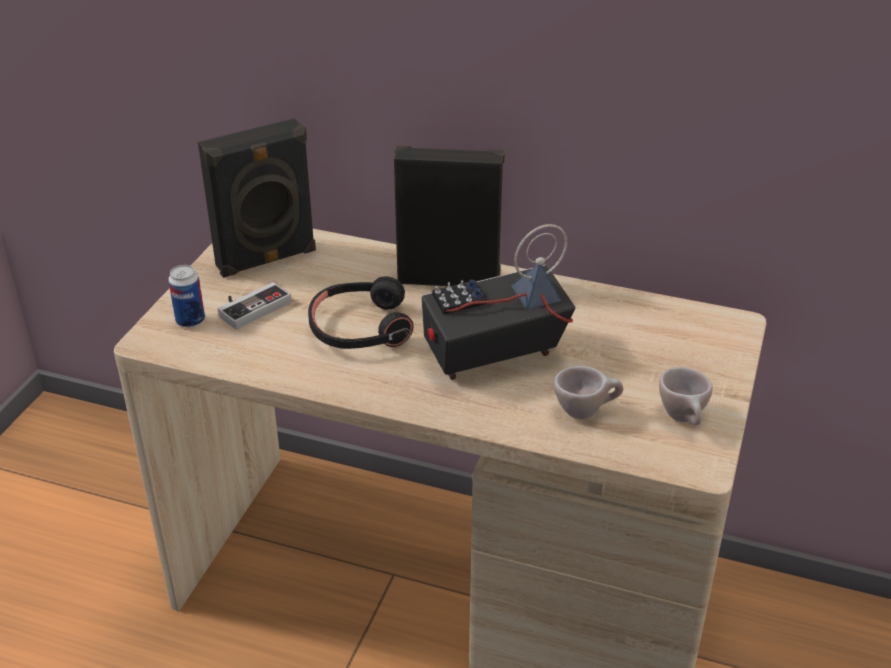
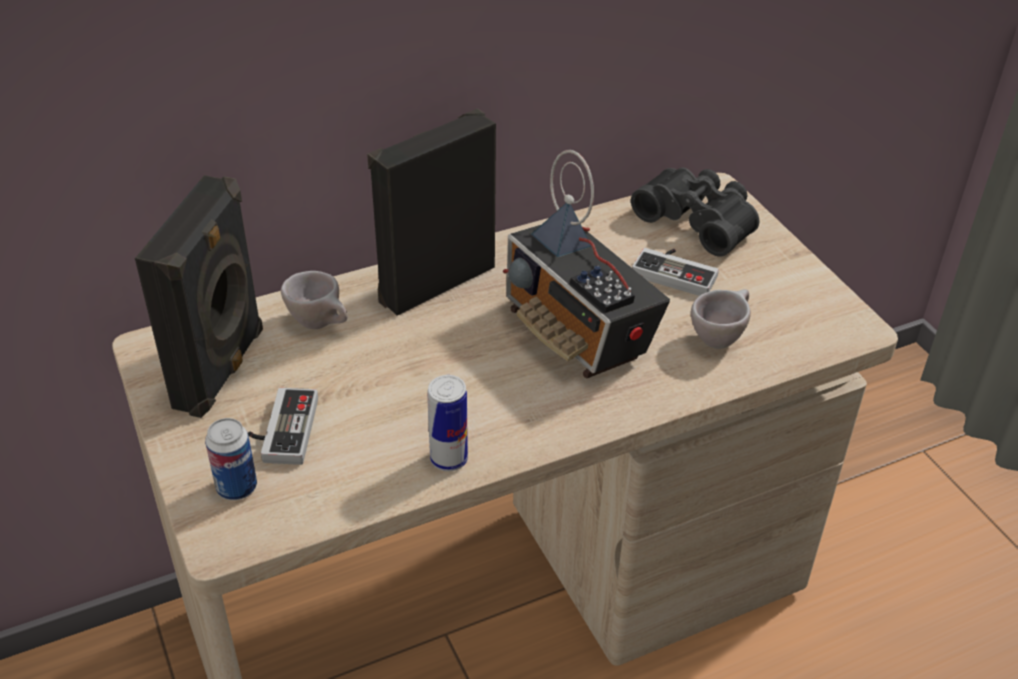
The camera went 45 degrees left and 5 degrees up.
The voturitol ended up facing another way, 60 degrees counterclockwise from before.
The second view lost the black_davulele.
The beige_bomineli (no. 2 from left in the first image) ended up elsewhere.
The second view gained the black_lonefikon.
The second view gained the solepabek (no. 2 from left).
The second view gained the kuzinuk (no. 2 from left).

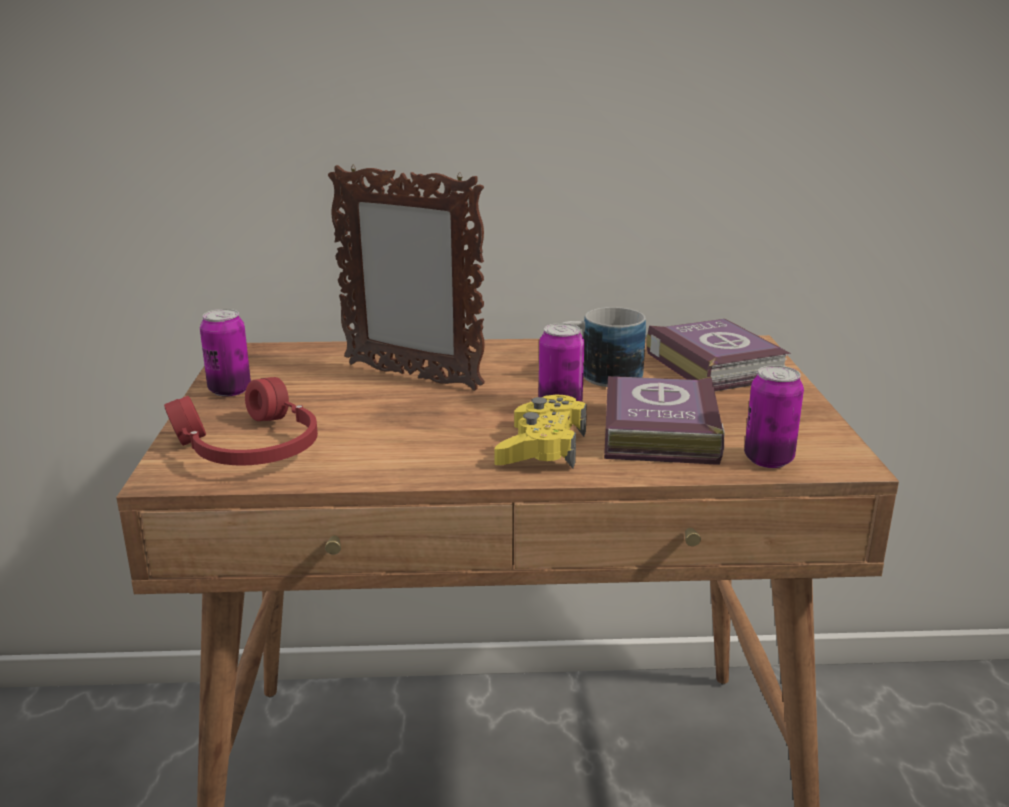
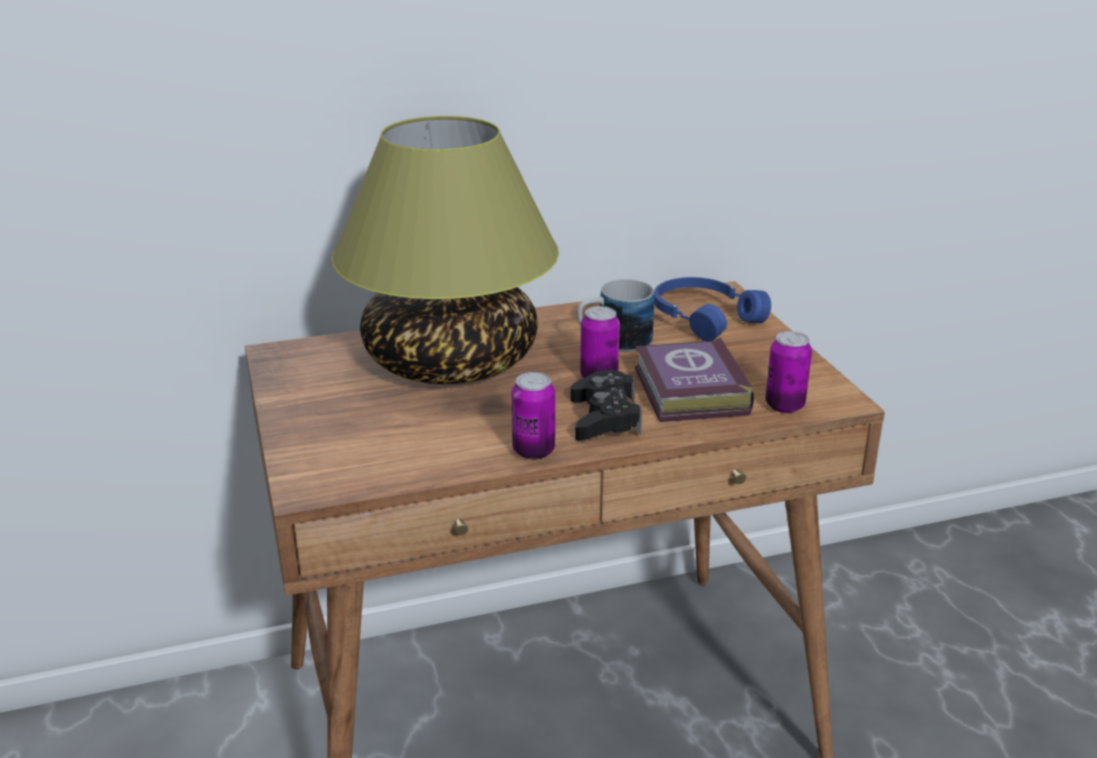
The camera went 15 degrees left and 5 degrees up.
Where the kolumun stood, the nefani came to stand.
The kuzinuk (no. 1 from left) ended up elsewhere.
Where the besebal (no. 2 from left) stood, the blue_davulele came to stand.
The second view lost the red_davulele.
What was the yellow_solepabek turned into the black_solepabek.

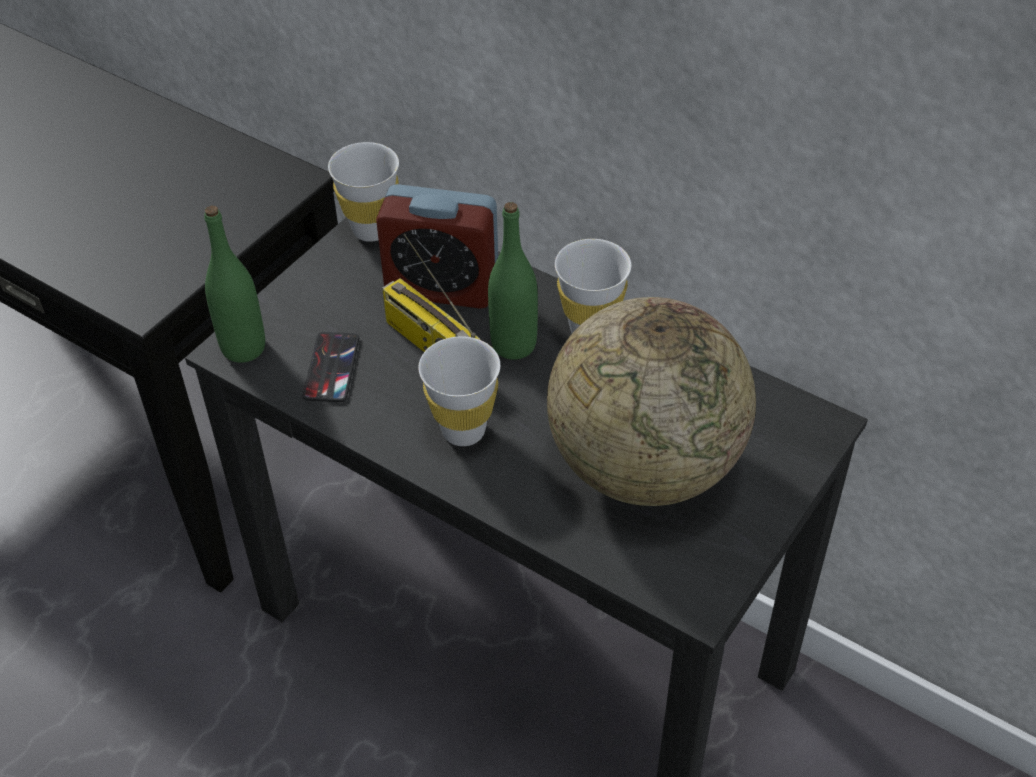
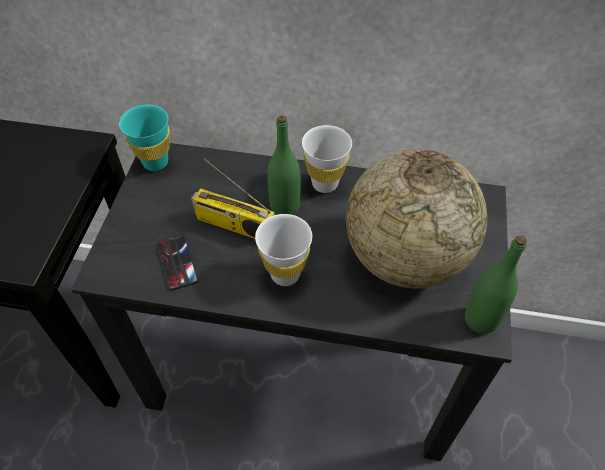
The camera went 25 degrees left and 5 degrees up.
What was the white_bomineli (no. 1 from left) turned into the turquoise_bomineli.
The second view lost the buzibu.
The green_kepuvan (no. 1 from left in the first image) ended up elsewhere.

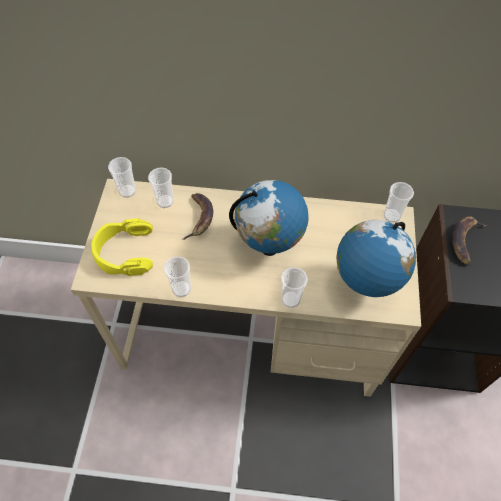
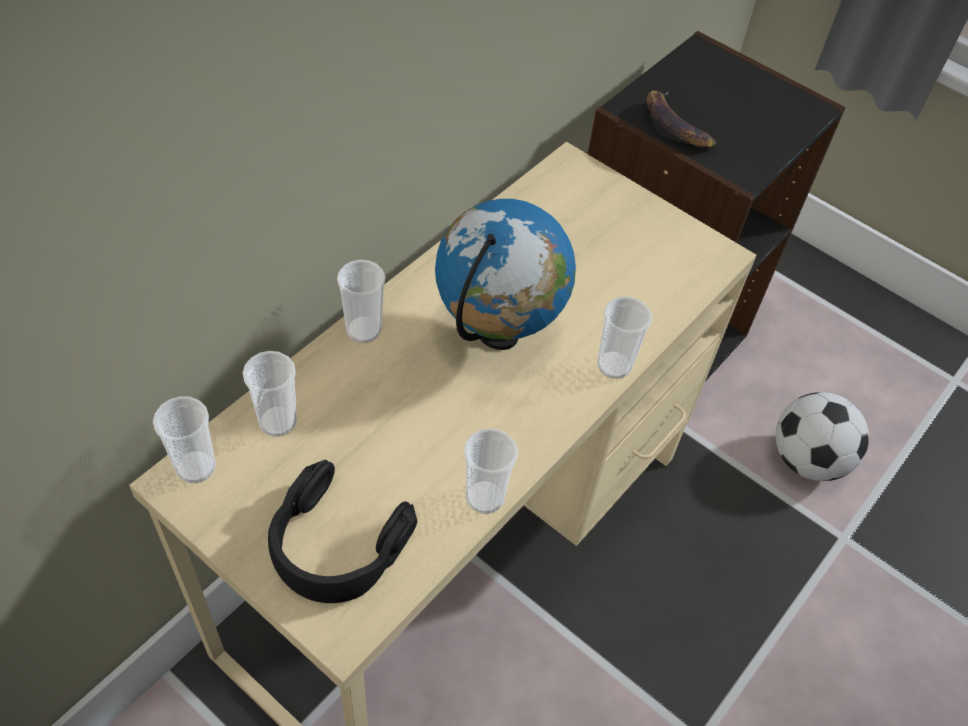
The camera went 60 degrees left and 5 degrees down.
The bomineli (no. 5 from left in the first image) ended up elsewhere.
The second view lost the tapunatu (no. 1 from left).
What was the yellow_davulele turned into the black_davulele.
The second view lost the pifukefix (no. 2 from left).
The second view gained the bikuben.

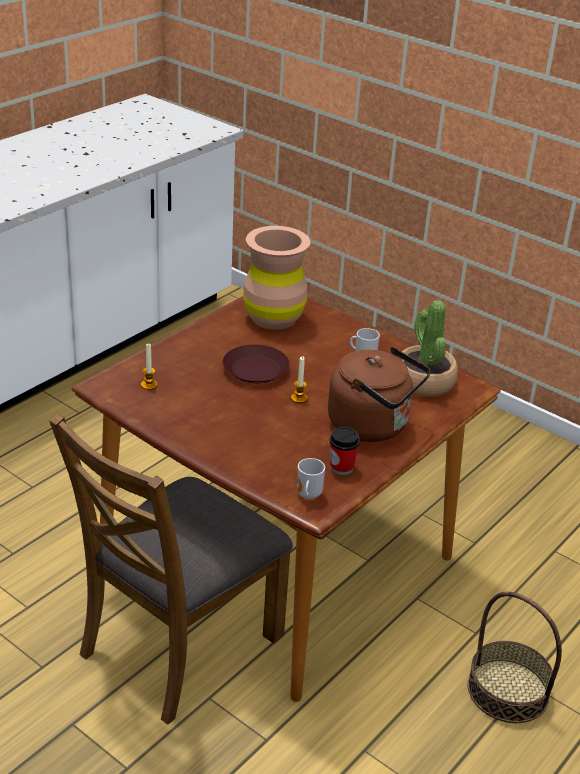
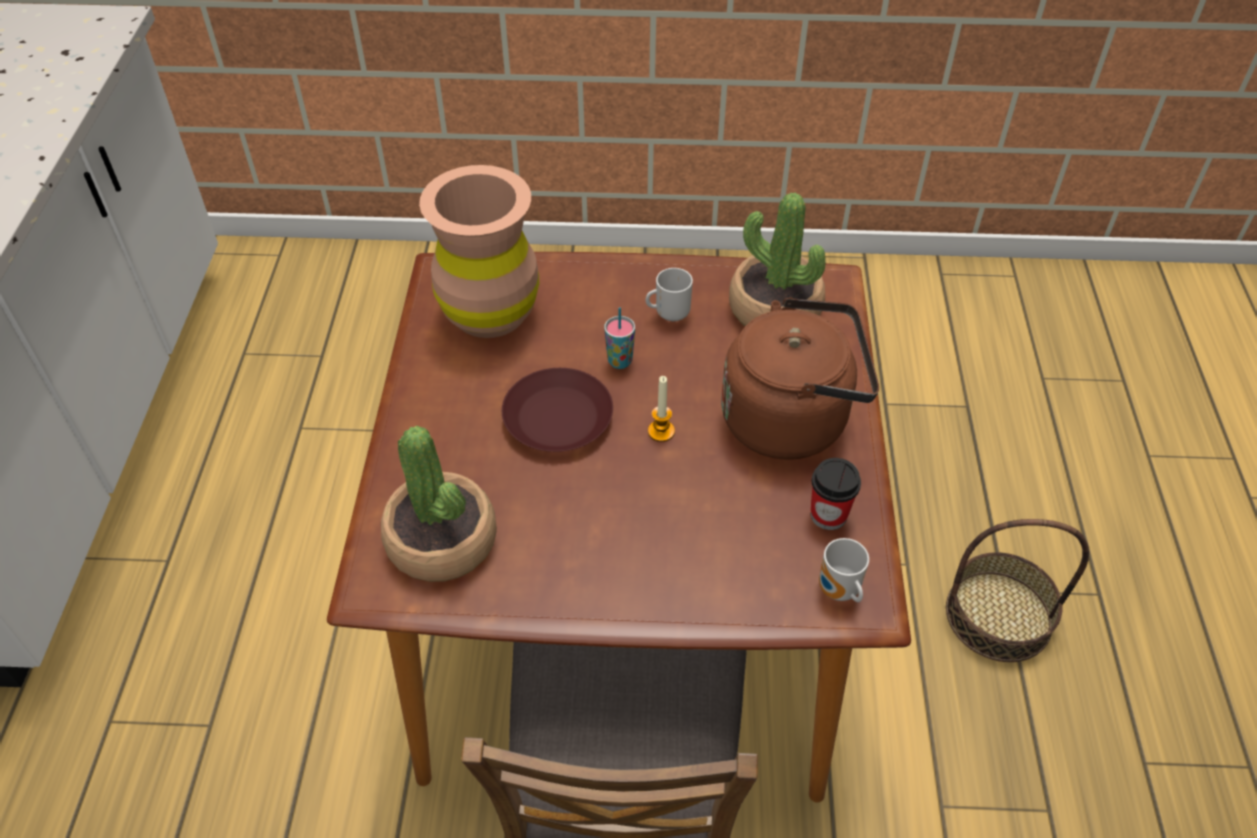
The camera went 35 degrees left and 15 degrees up.
Where the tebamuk (no. 1 from left) stood, the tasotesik (no. 1 from left) came to stand.
The second view gained the bomineli (no. 1 from left).

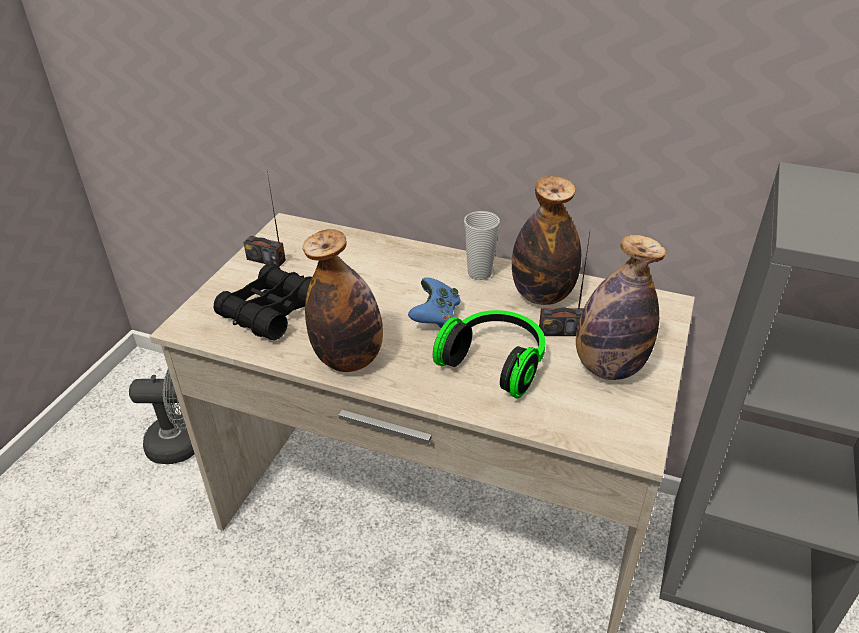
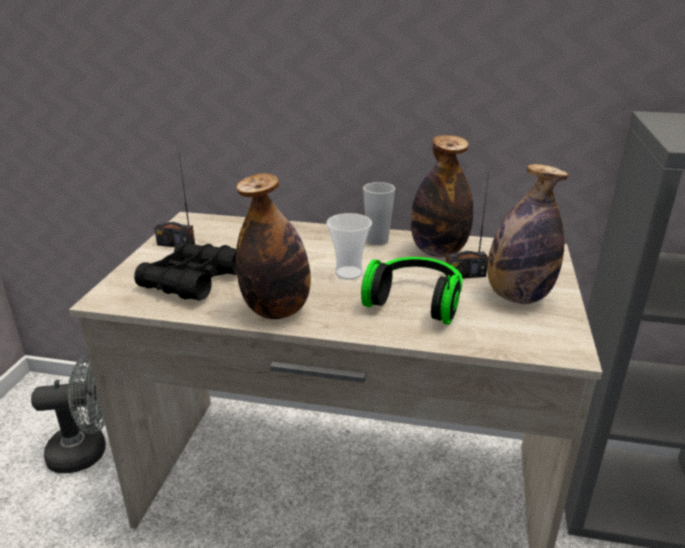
The camera went 10 degrees left and 10 degrees down.
Where the blue_solepabek stood, the bomineli (no. 1 from left) came to stand.

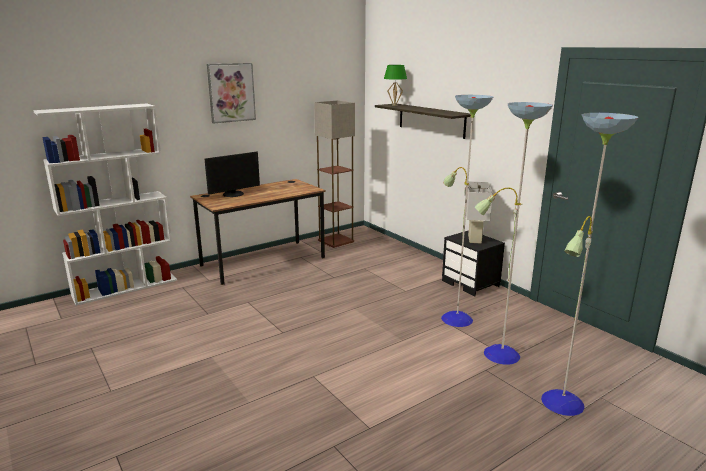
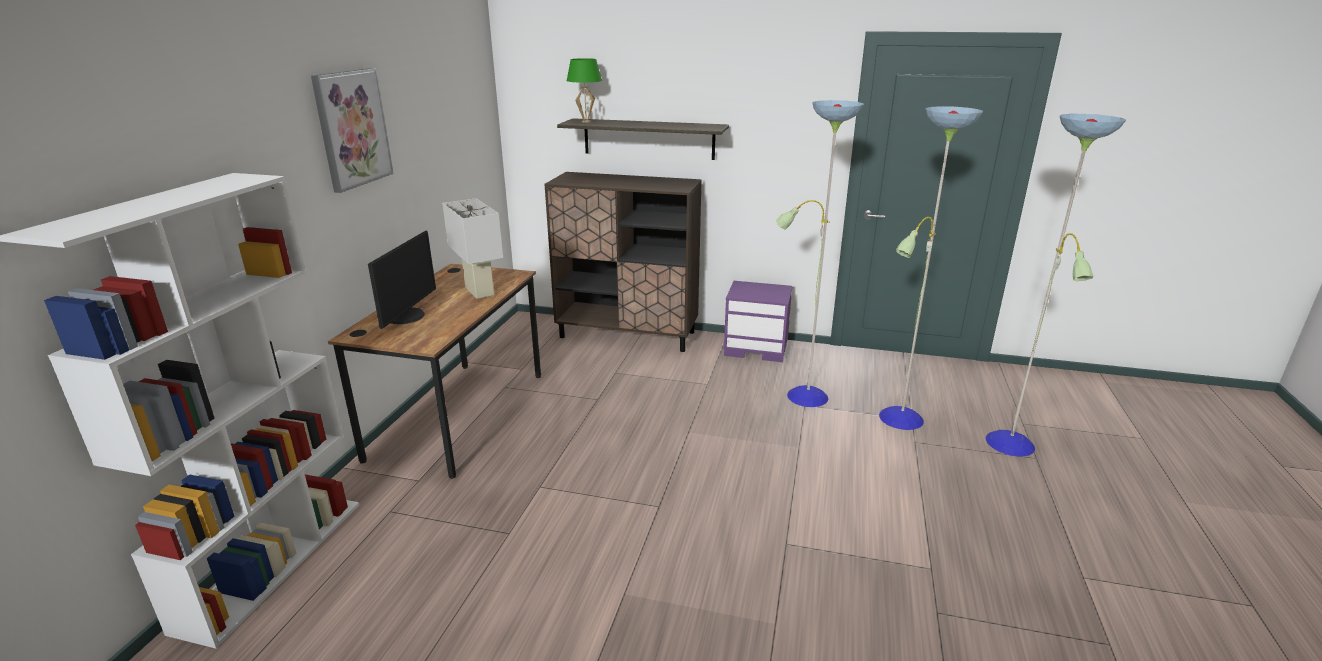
The camera went 40 degrees left and 5 degrees up.
The second view lost the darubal (no. 1 from left).
The white_nefani ended up elsewhere.
What was the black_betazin turned into the purple_betazin.
The second view gained the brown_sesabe.

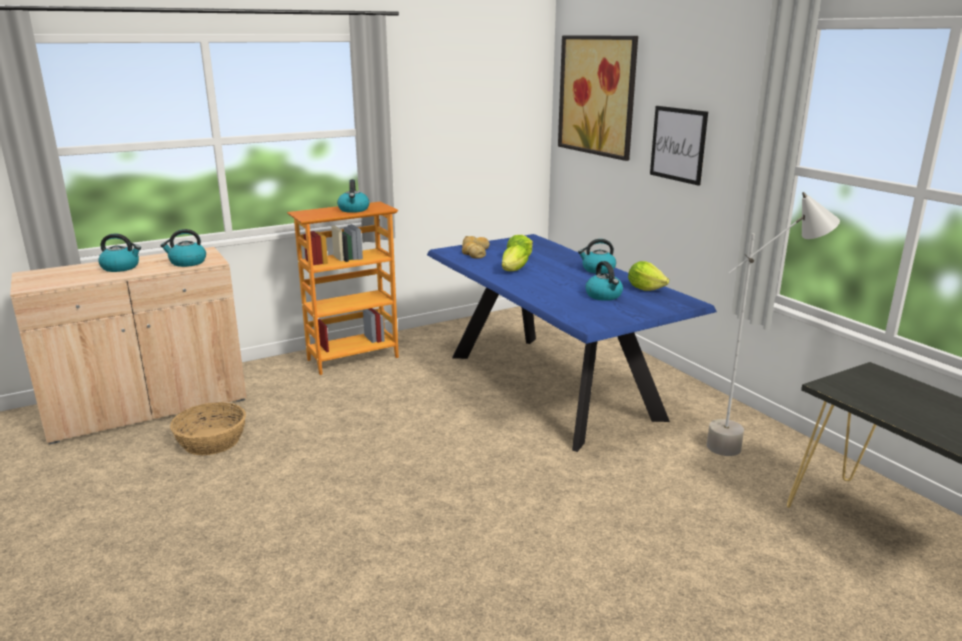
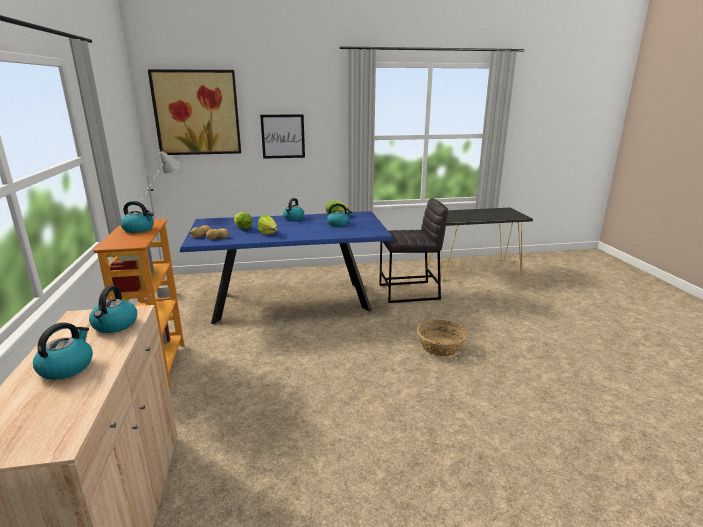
The camera went 70 degrees left and 0 degrees up.
The grey_darubal ended up elsewhere.
The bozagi ended up elsewhere.
The second view gained the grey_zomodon.

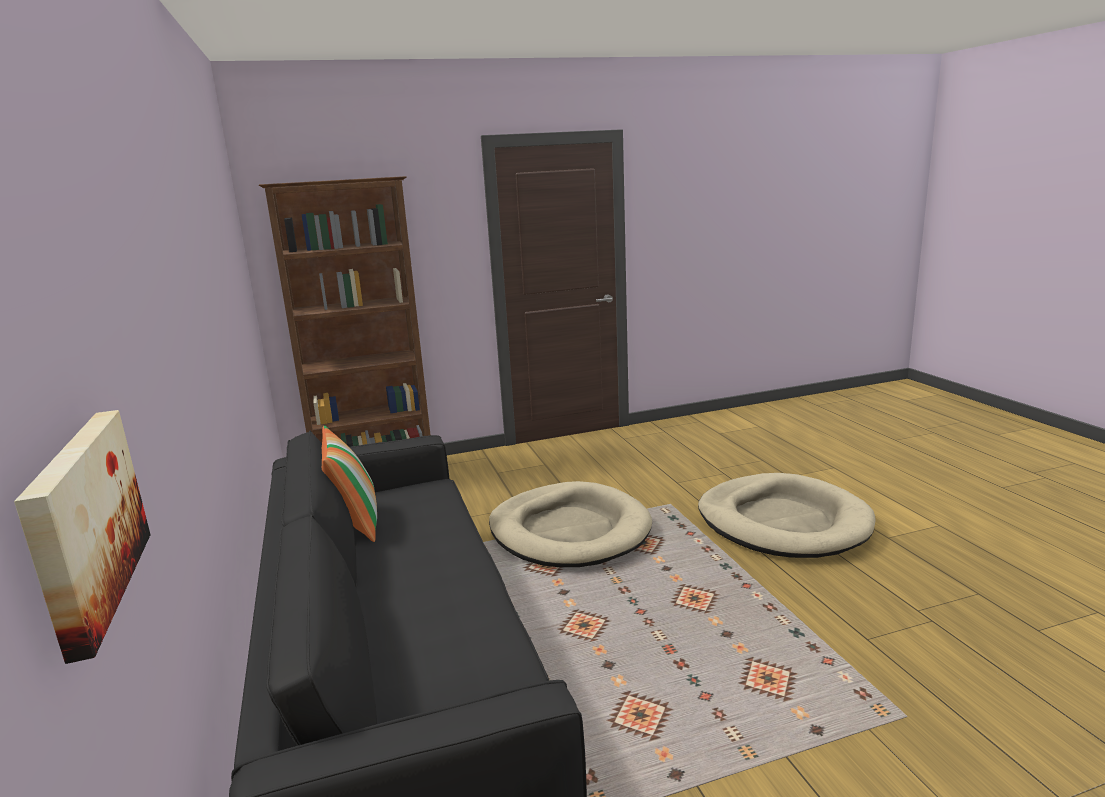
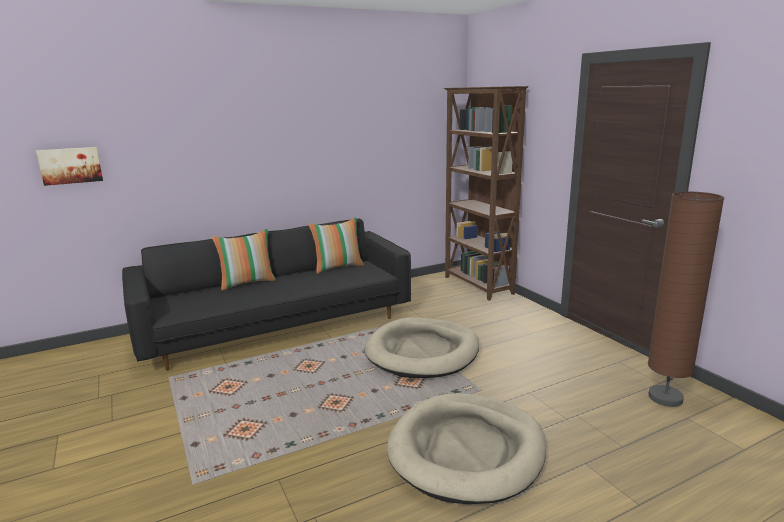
The camera went 80 degrees right and 0 degrees up.
The second view gained the brown_darubal.
The second view gained the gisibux (no. 1 from left).

